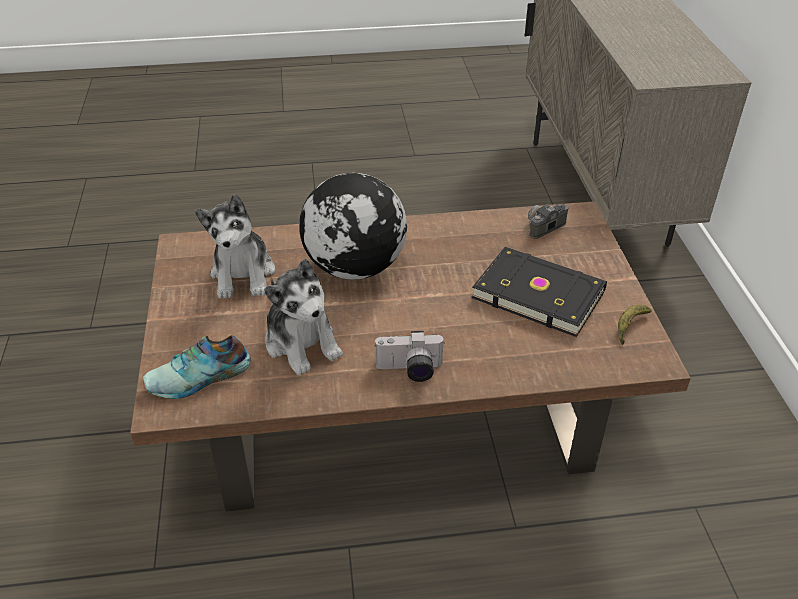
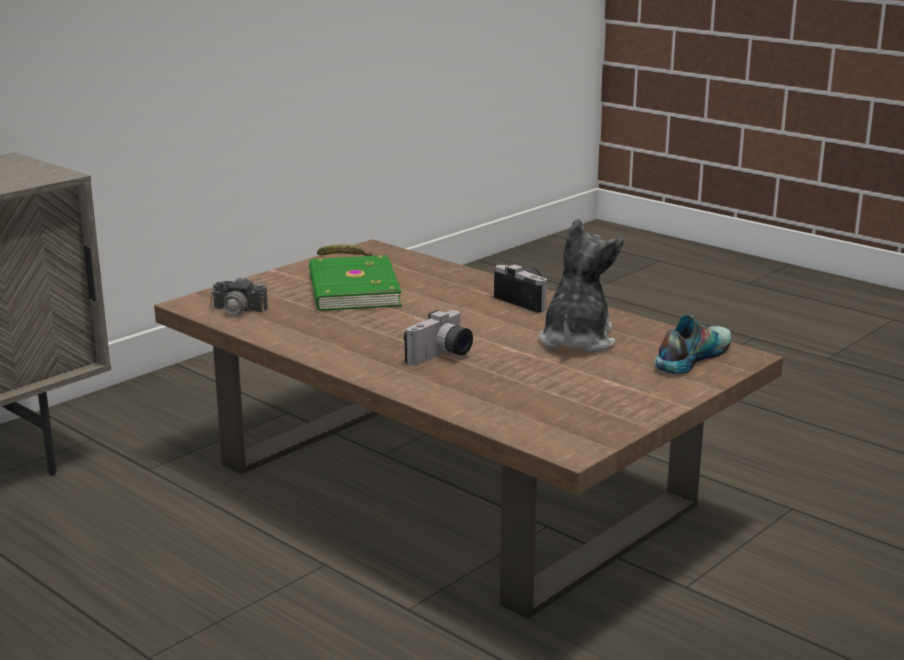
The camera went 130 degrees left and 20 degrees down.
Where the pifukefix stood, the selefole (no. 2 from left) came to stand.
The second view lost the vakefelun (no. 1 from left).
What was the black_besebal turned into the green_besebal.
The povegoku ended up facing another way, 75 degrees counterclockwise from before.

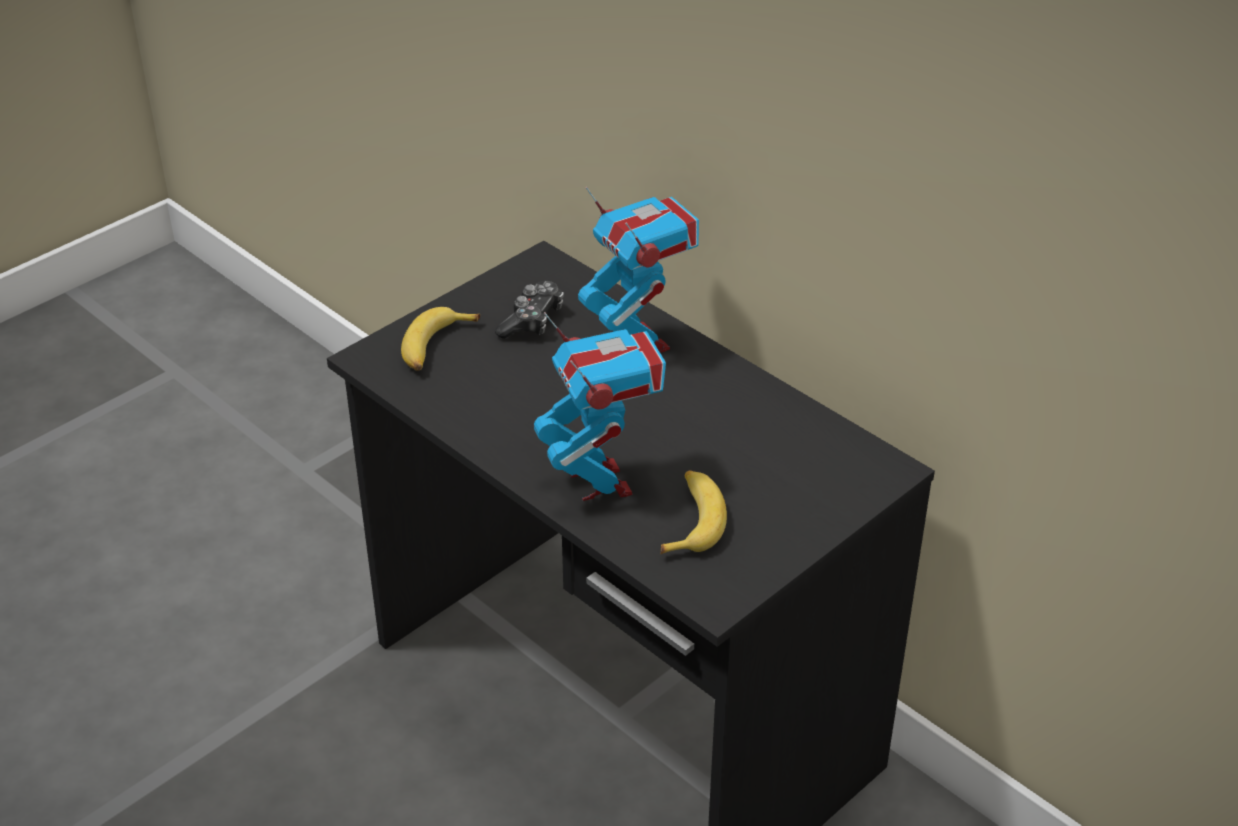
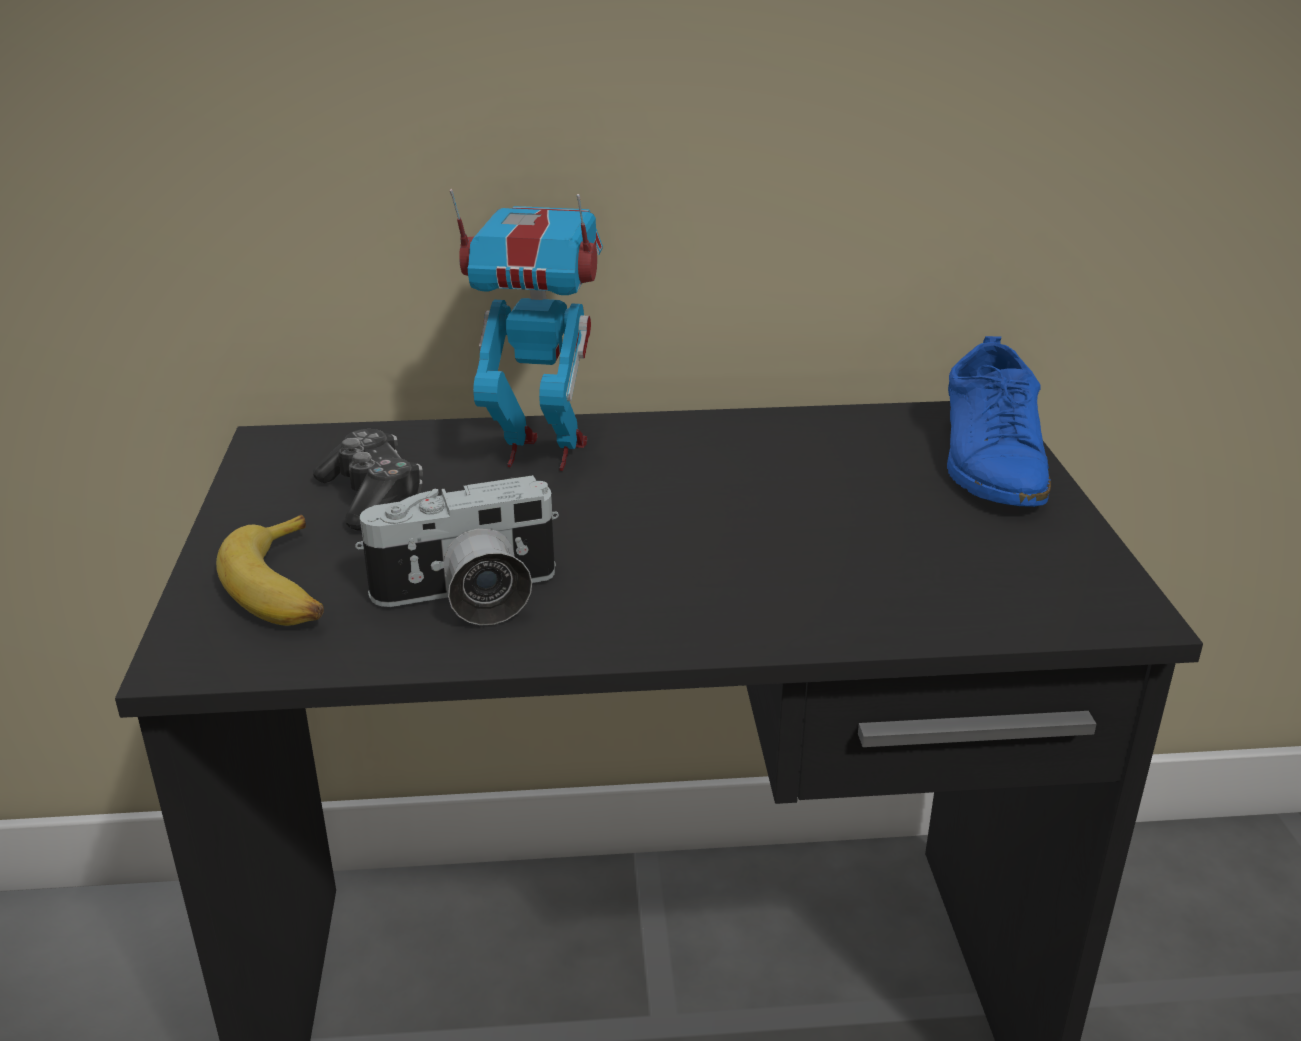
The camera went 50 degrees left and 10 degrees down.
The second view lost the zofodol (no. 1 from left).
The second view lost the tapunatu (no. 2 from left).
The second view gained the blue_povegoku.
The second view gained the selefole.

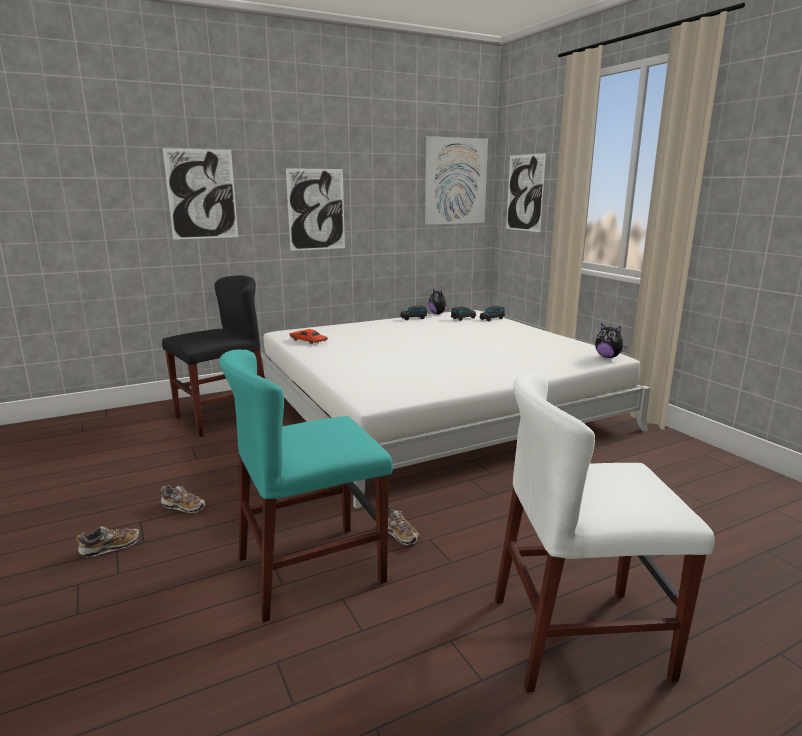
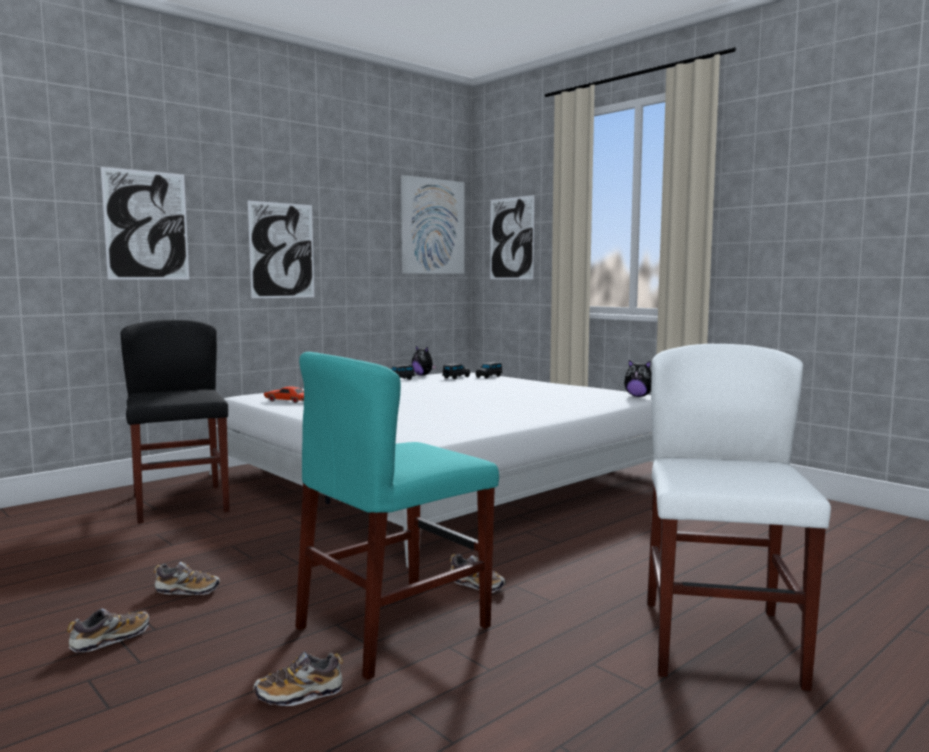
The camera went 15 degrees left and 10 degrees down.
The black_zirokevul ended up facing another way, 60 degrees counterclockwise from before.
The white_zirokevul ended up facing another way, 120 degrees clockwise from before.
The second view gained the povegoku (no. 3 from left).

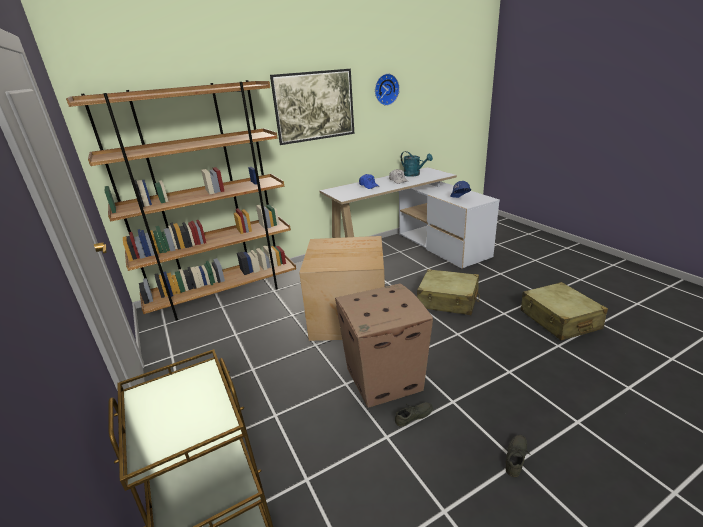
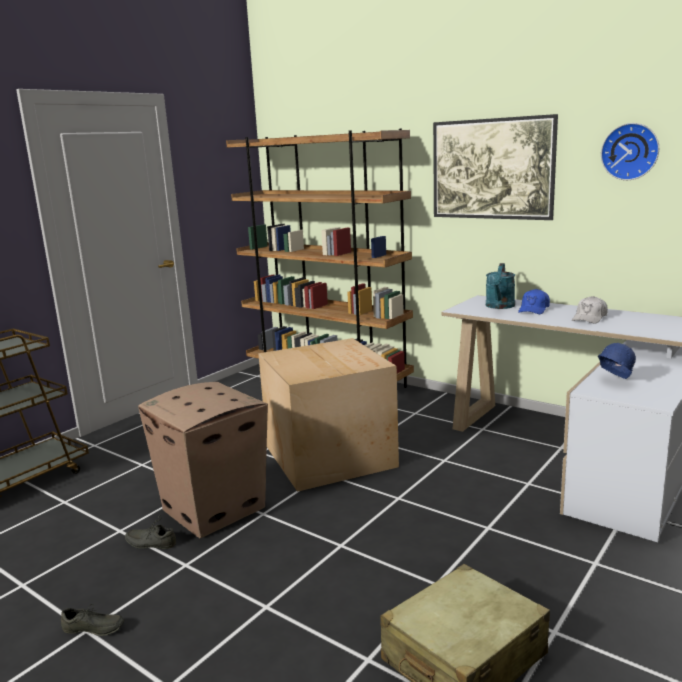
The camera went 65 degrees right and 10 degrees down.
The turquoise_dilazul ended up elsewhere.
The second view lost the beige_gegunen (no. 1 from left).
The grey_povegoku (no. 1 from left in the first image) ended up facing another way, 150 degrees clockwise from before.

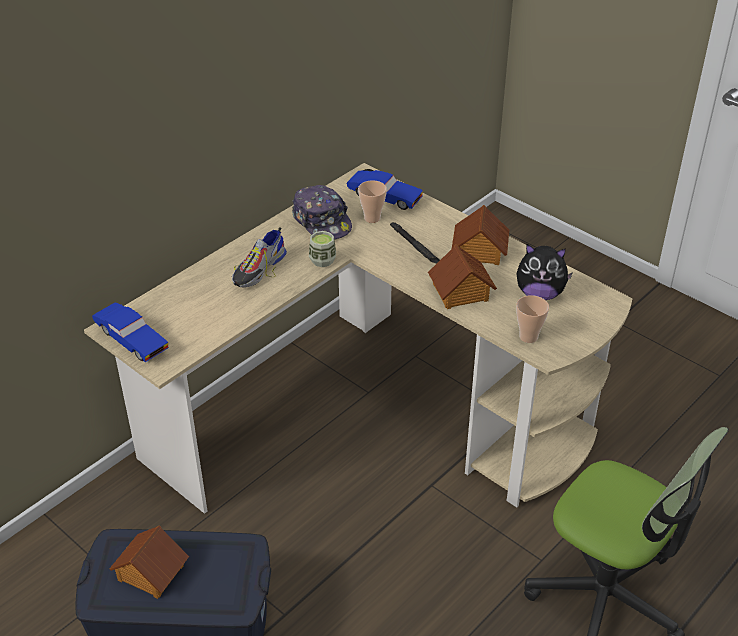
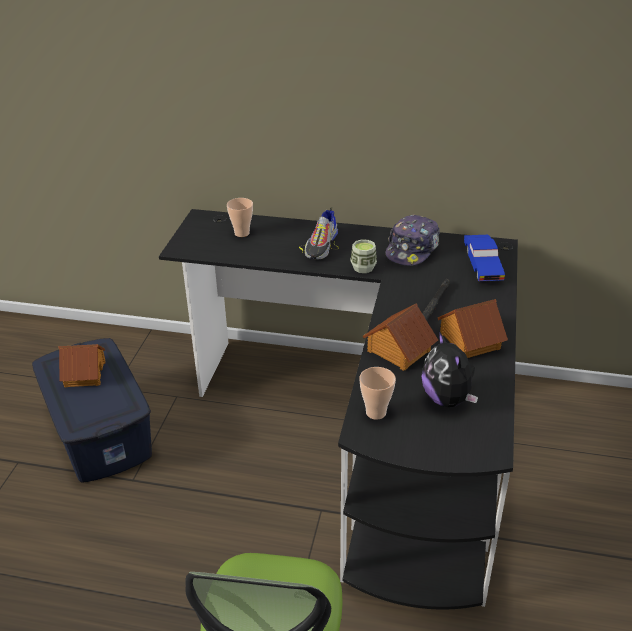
The camera went 60 degrees right and 5 degrees down.
What was the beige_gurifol turned into the black_gurifol.
The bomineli (no. 2 from left in the first image) ended up elsewhere.
The povegoku ended up facing another way, 75 degrees counterclockwise from before.
The second view lost the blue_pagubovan (no. 1 from left).

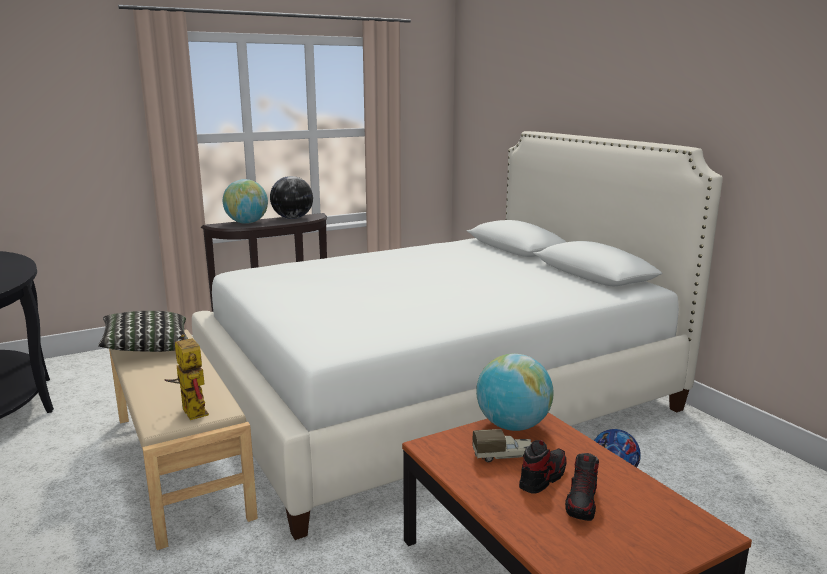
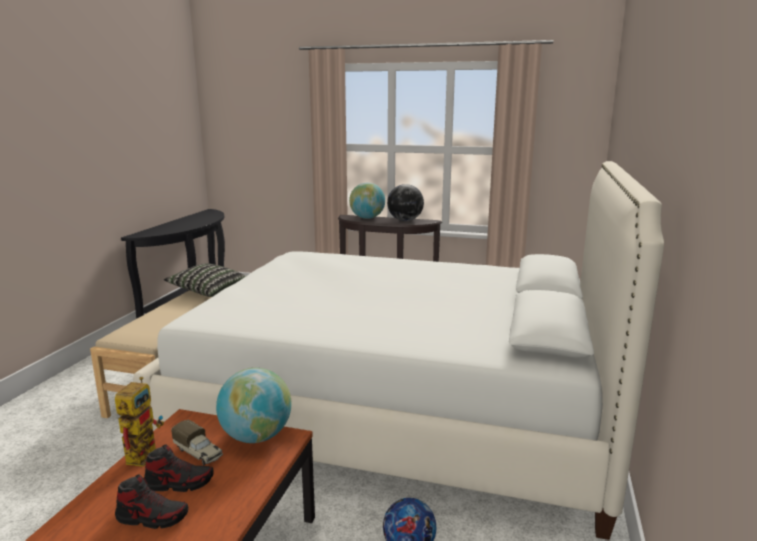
The camera went 45 degrees right and 0 degrees up.
The zofodol ended up elsewhere.
The povegoku (no. 2 from left in the first image) ended up facing another way, 150 degrees counterclockwise from before.

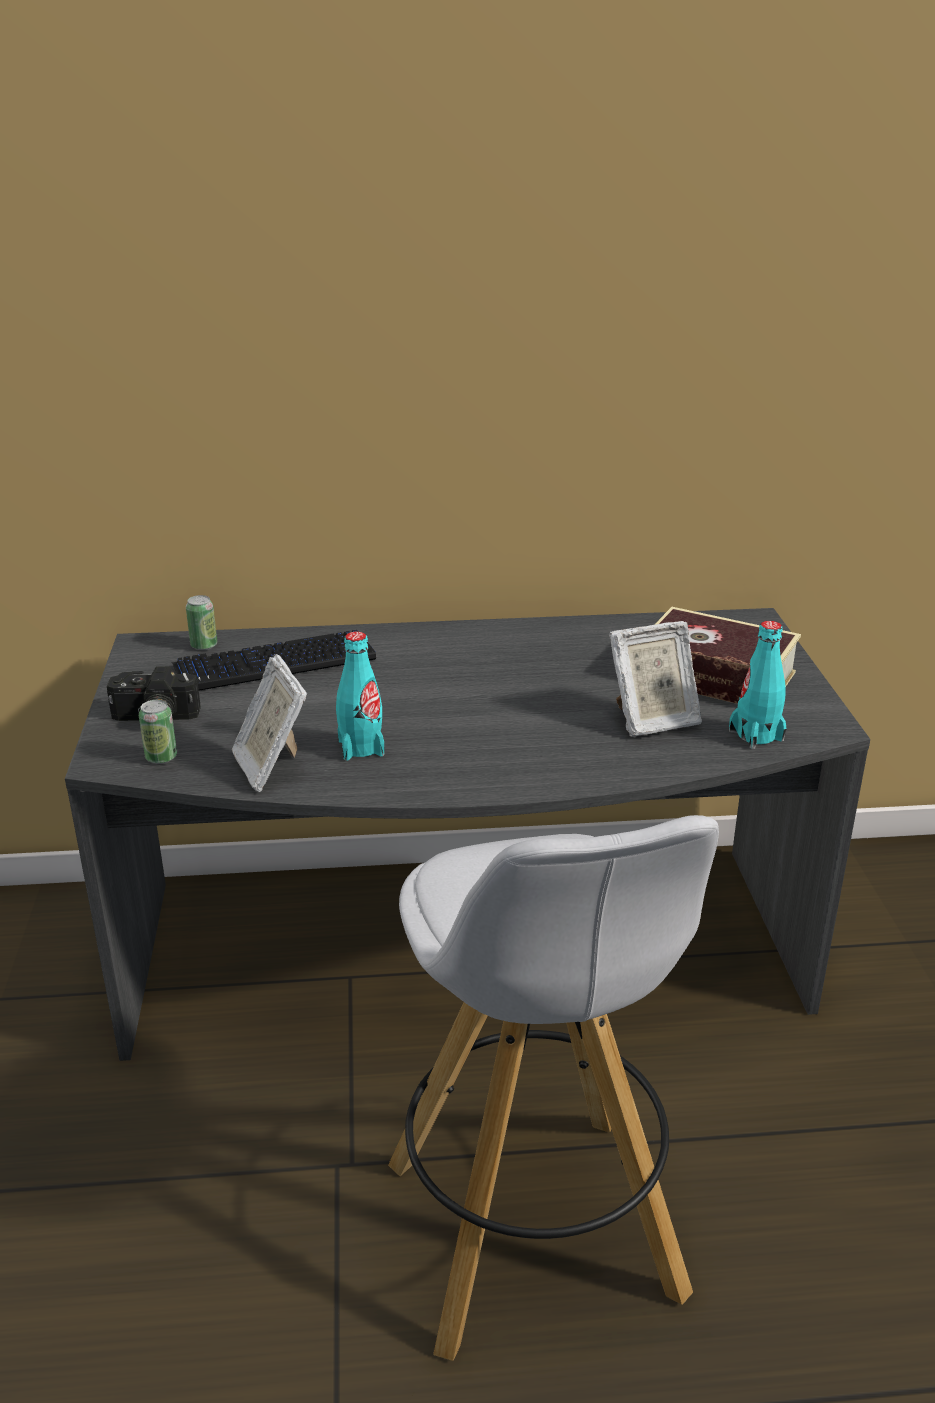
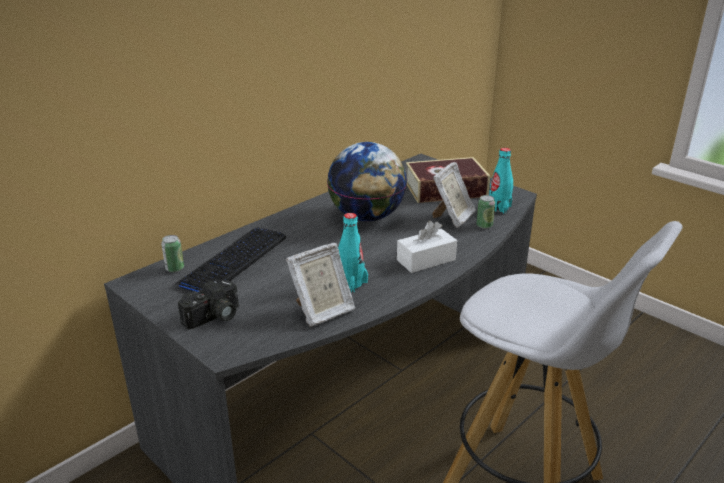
The camera went 40 degrees left and 0 degrees up.
The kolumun (no. 1 from left) ended up facing another way, 60 degrees counterclockwise from before.
The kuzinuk (no. 1 from left in the first image) ended up elsewhere.
The second view gained the pifukefix.
The second view gained the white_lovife.

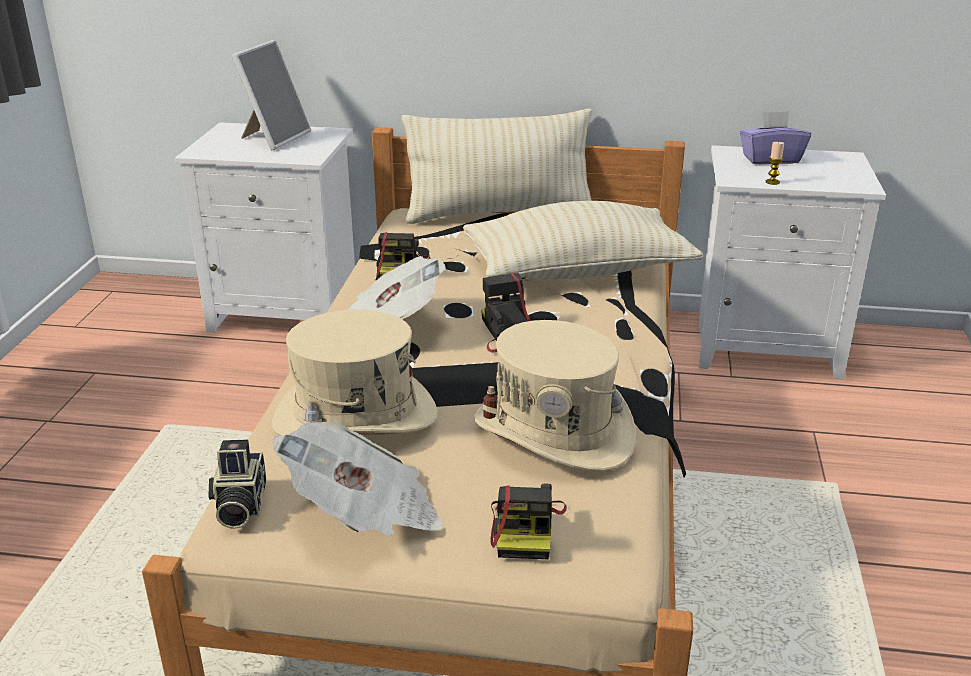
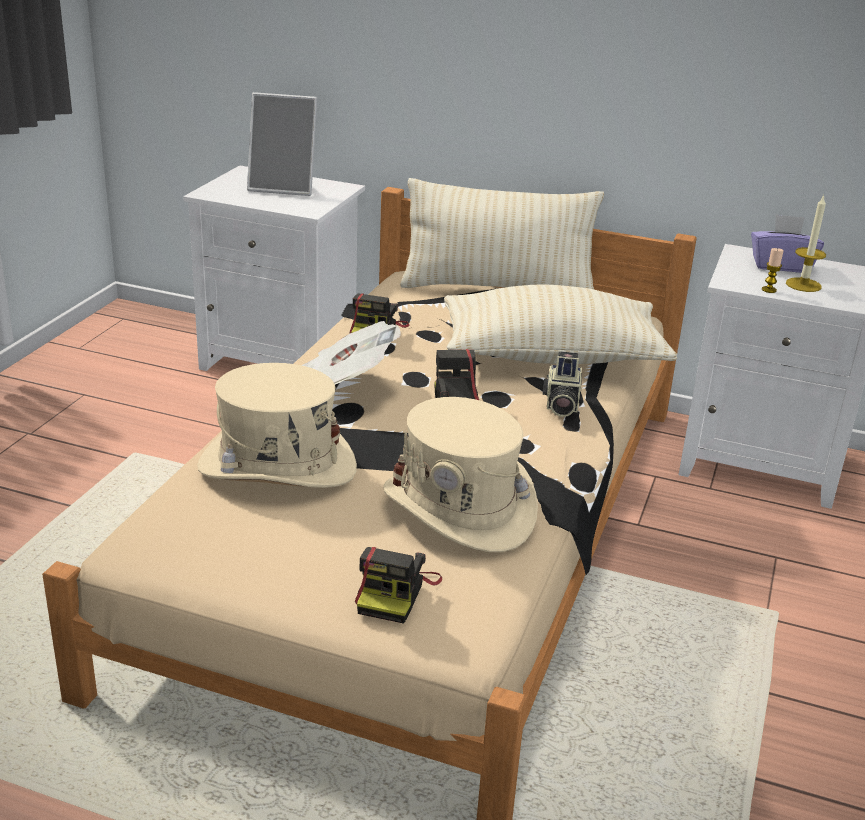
The camera went 10 degrees right and 0 degrees up.
The kolumun ended up facing another way, 60 degrees clockwise from before.
The second view lost the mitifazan (no. 1 from left).
The selefole (no. 1 from left in the first image) ended up elsewhere.
The second view gained the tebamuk (no. 2 from left).

